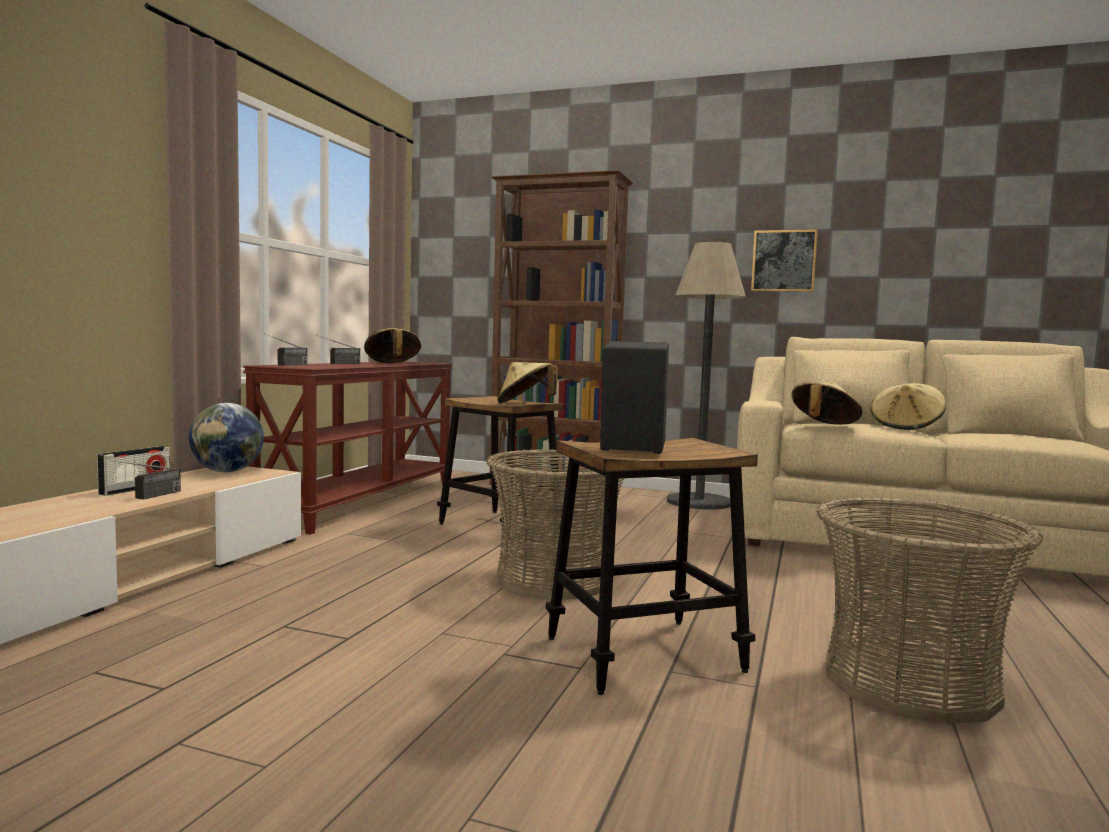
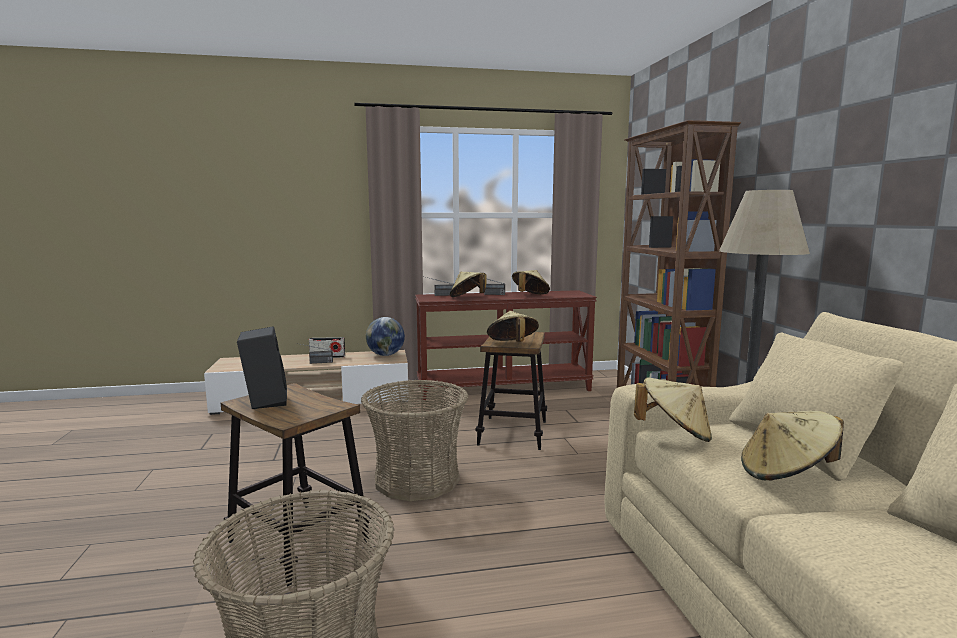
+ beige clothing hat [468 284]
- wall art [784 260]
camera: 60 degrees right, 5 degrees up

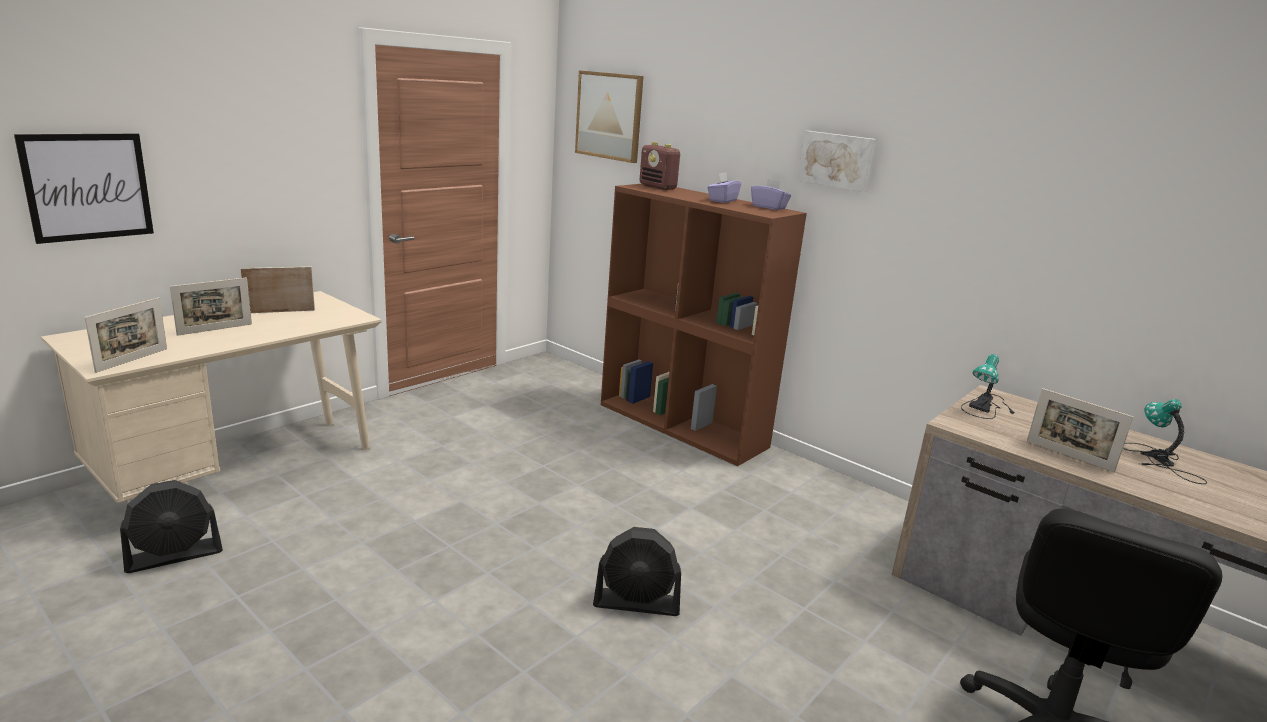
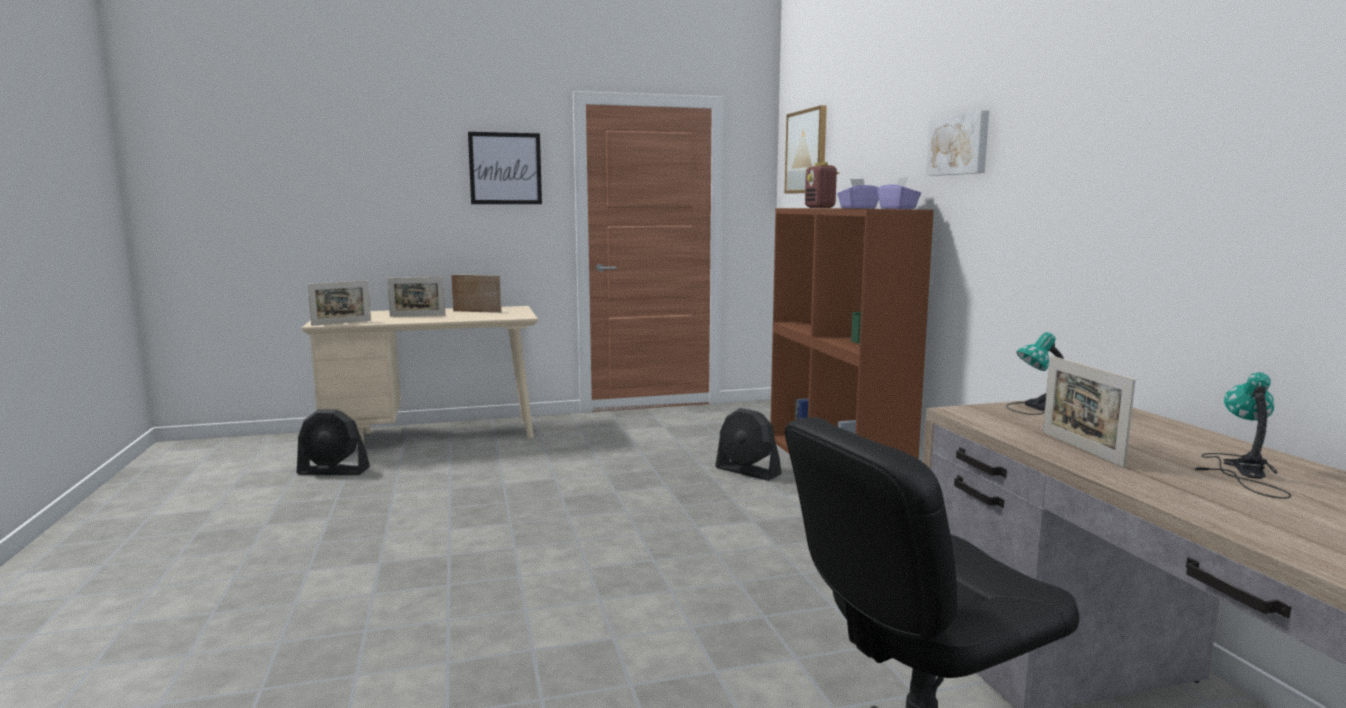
~ wall art [84 189] to [505 168]
~ black electric fan [637 571] to [748 444]
camera: 35 degrees right, 10 degrees down

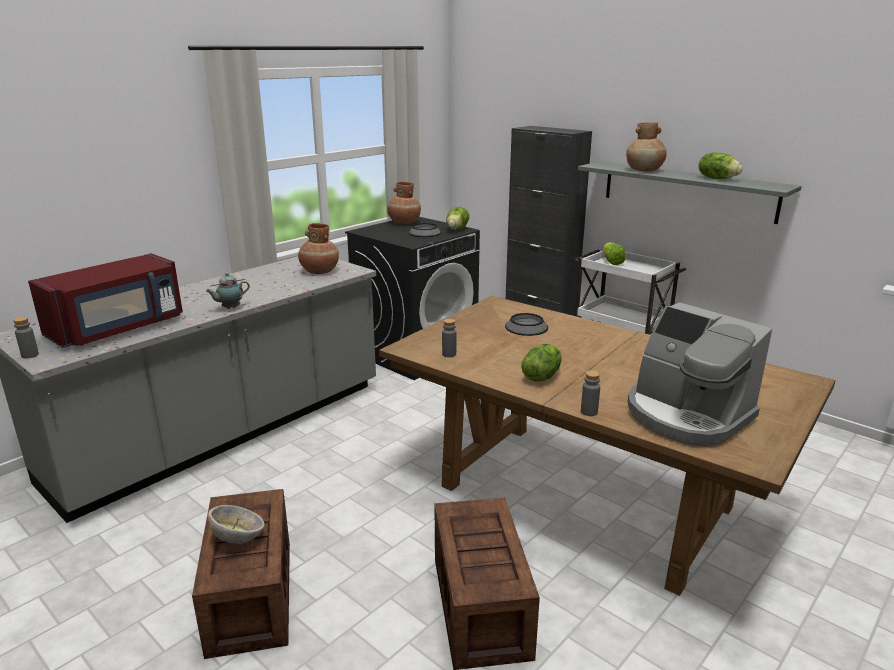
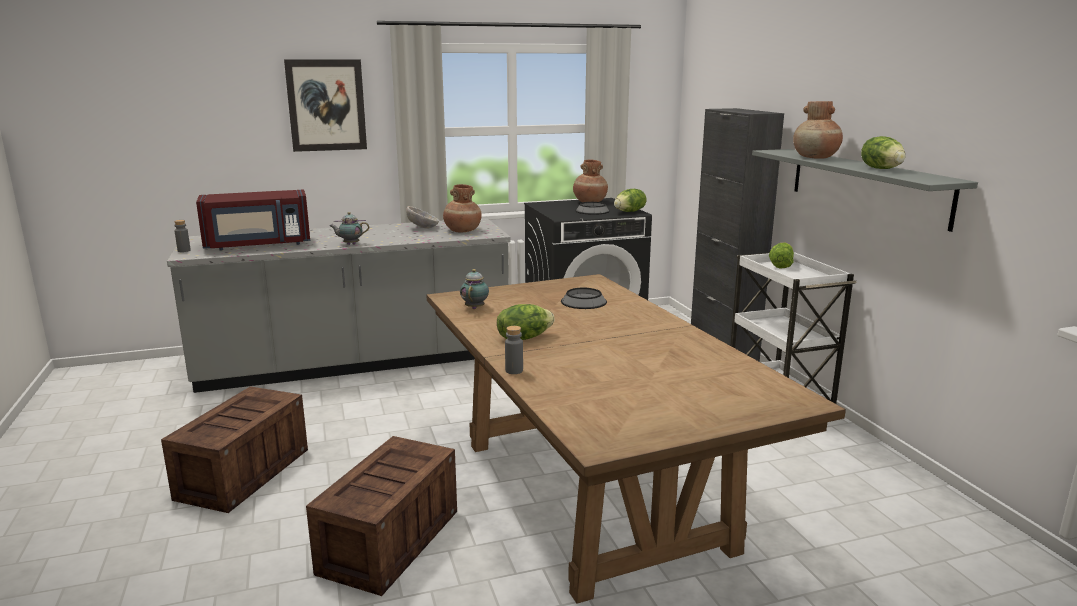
+ wall art [325 105]
~ serving bowl [235 524] to [422 217]
~ greyish bottle [449 338] to tea pot [474 289]
- coffee brewer [700 374]
camera: 30 degrees right, 5 degrees down

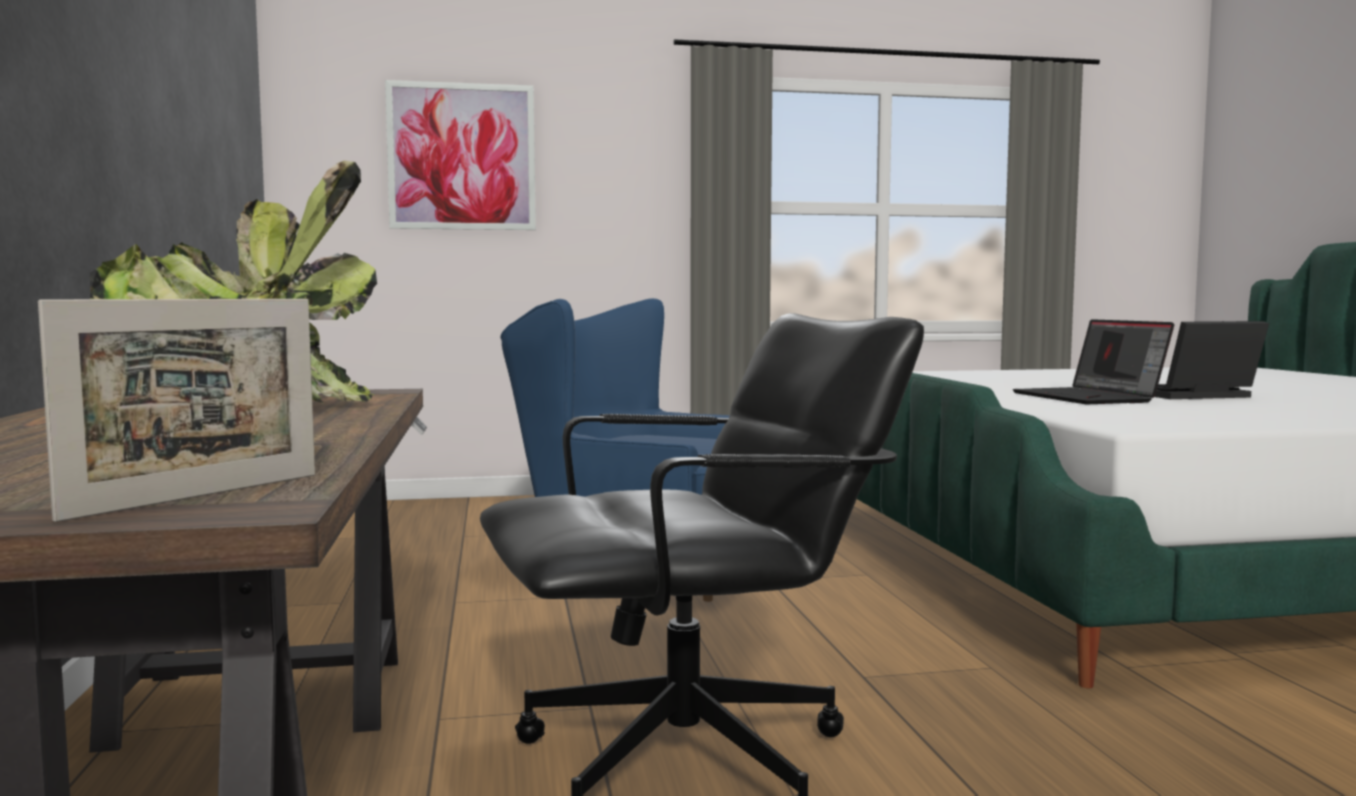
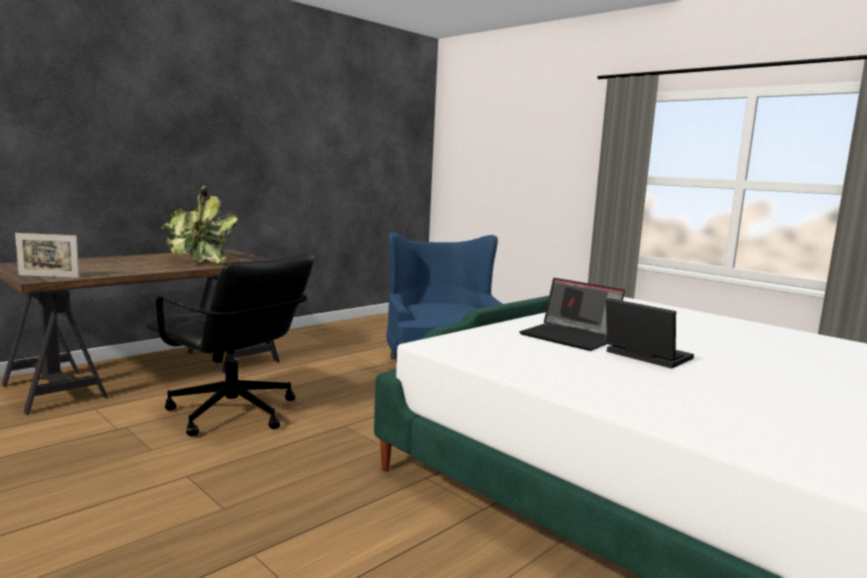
~ portable computer [1093 361] = [572 314] 90 degrees counterclockwise
- wall art [460 155]
camera: 55 degrees right, 5 degrees up

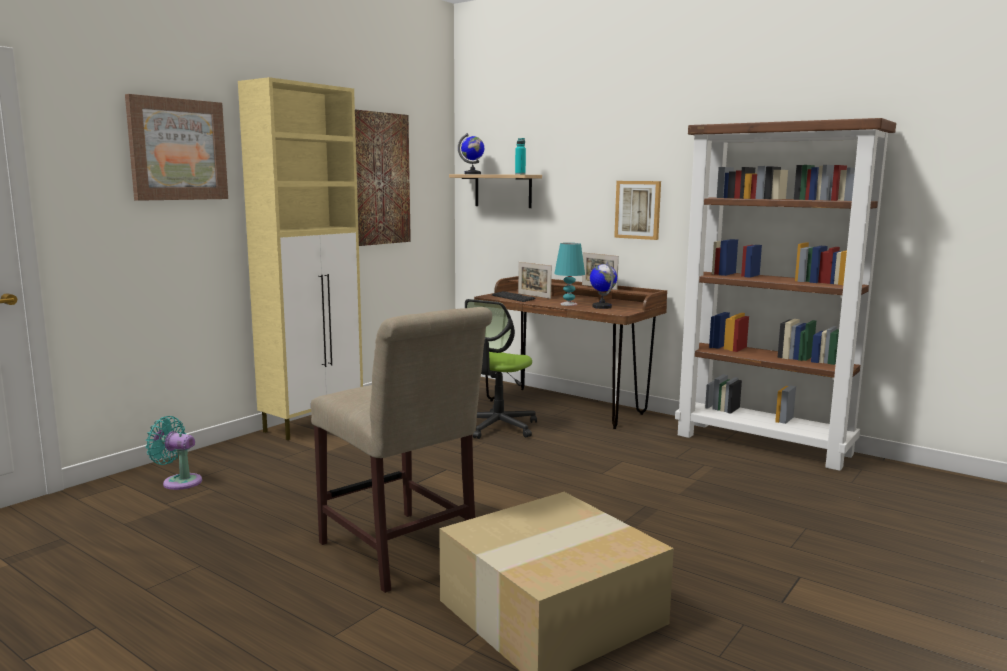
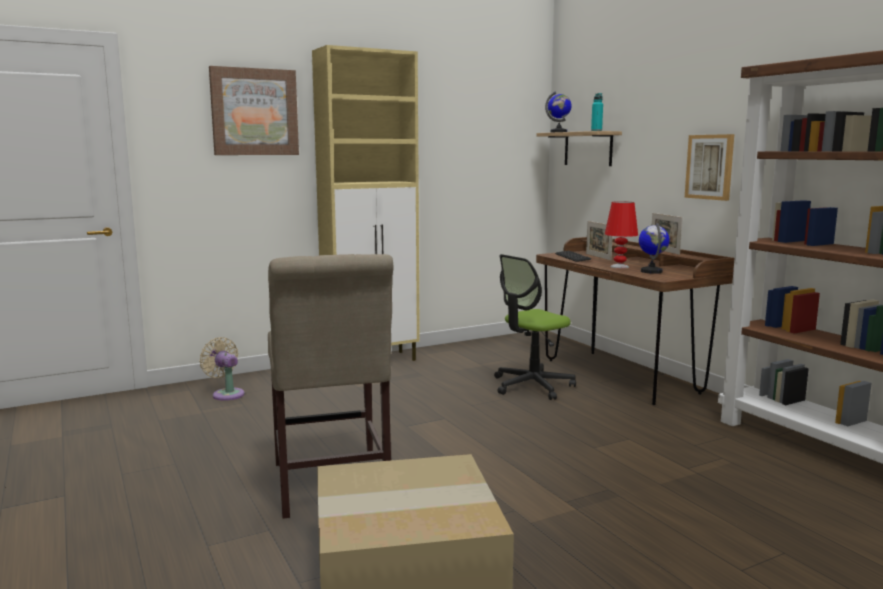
~ turquoise-coloured electric fan [173 453] to beige electric fan [222 369]
~ turquoise-coloured table lamp [569 274] to red table lamp [621 235]
- wall art [383 178]
camera: 25 degrees right, 0 degrees up

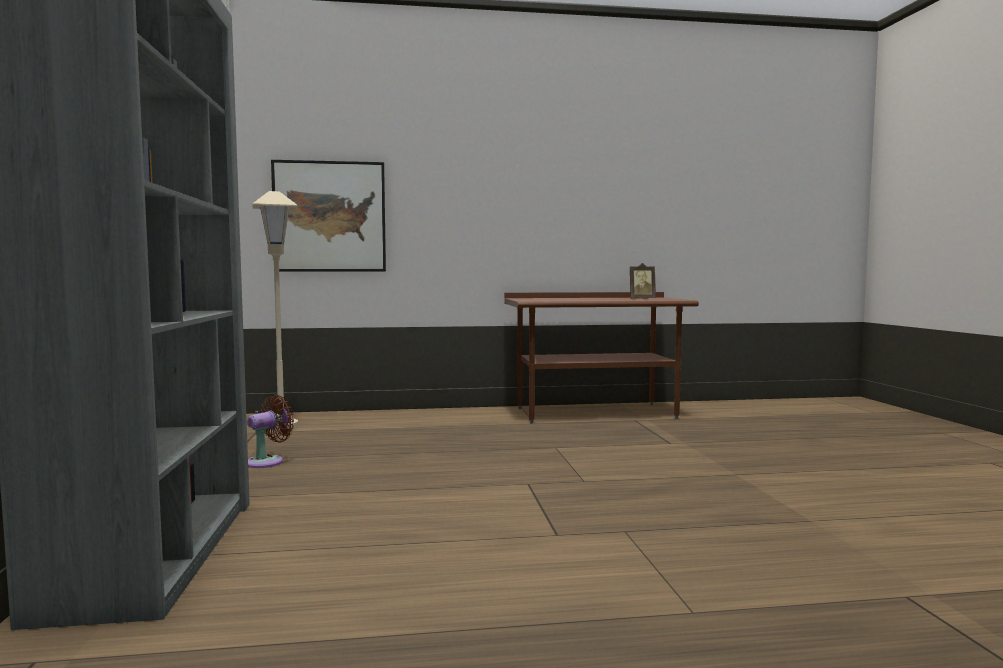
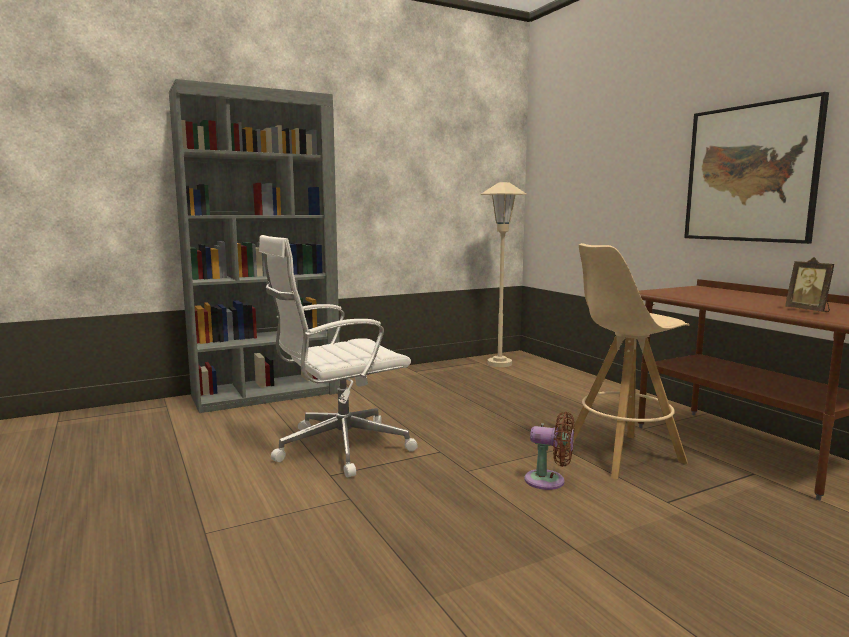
+ whitish computer chair [338 356]
~ brownish electric fan [270 431] to [549 451]
+ beige sitting stool [628 361]
~ wall art [328 215] to [756 168]
camera: 70 degrees right, 5 degrees up

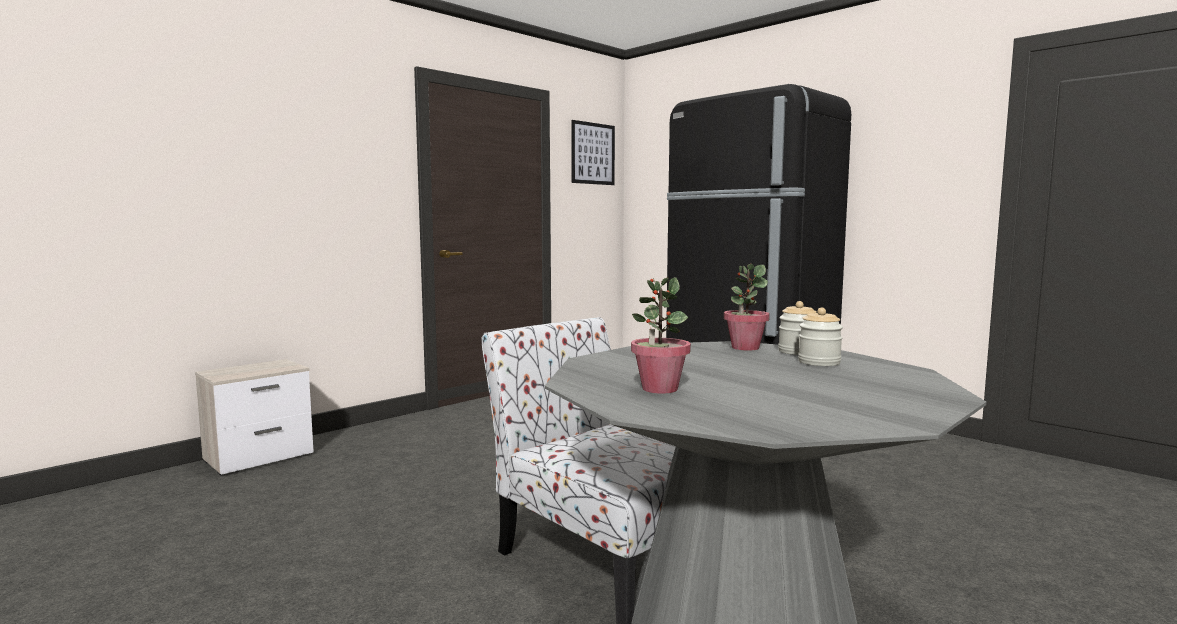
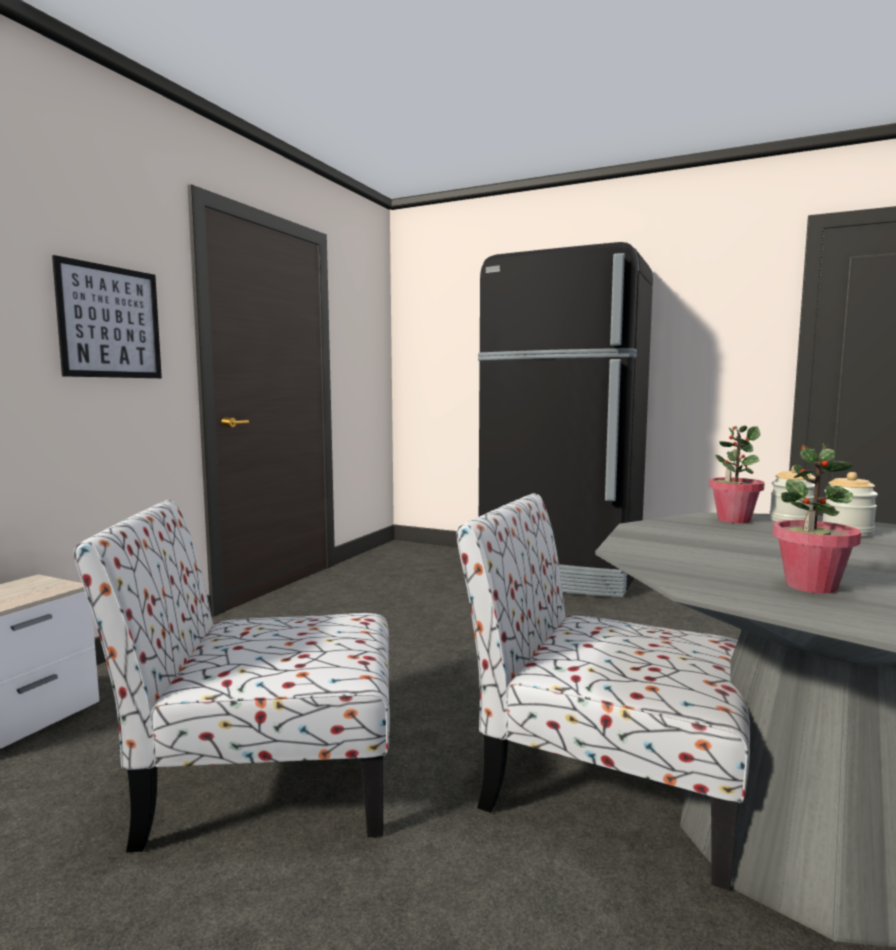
~ wall art [593 152] to [107 316]
+ plain chair [232 676]
camera: 20 degrees left, 0 degrees up

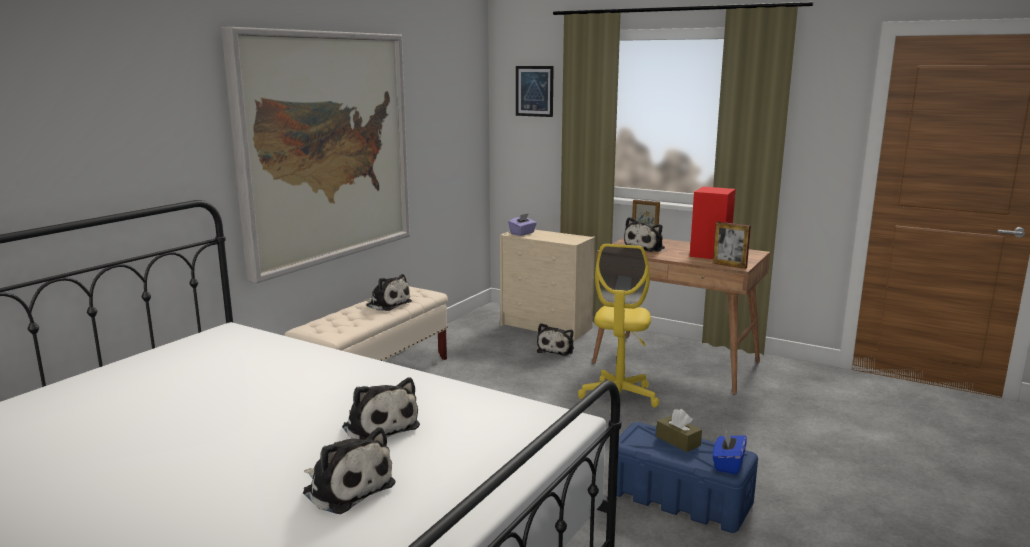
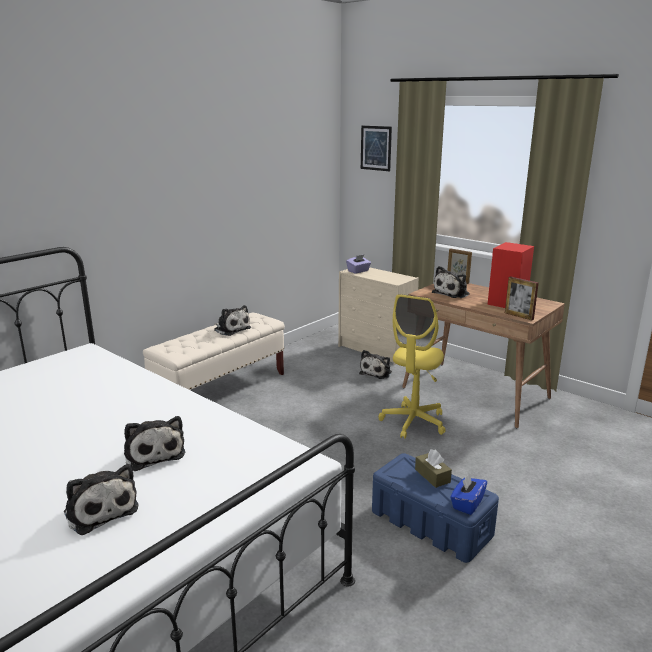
- wall art [315 155]
camera: 10 degrees right, 5 degrees up

